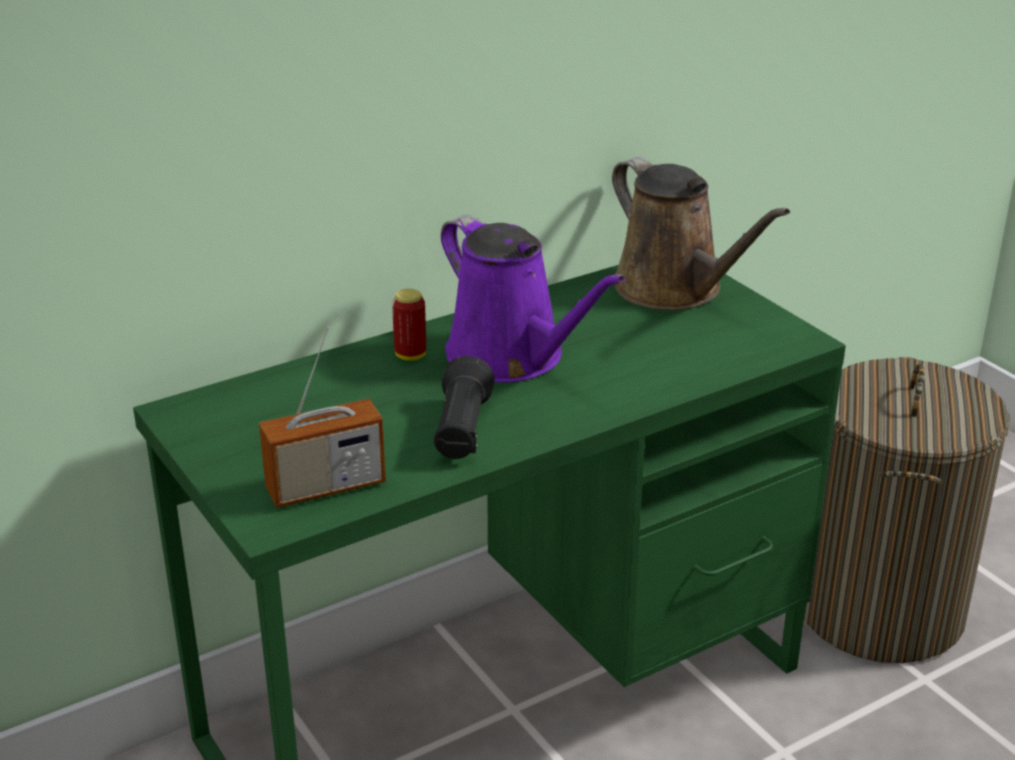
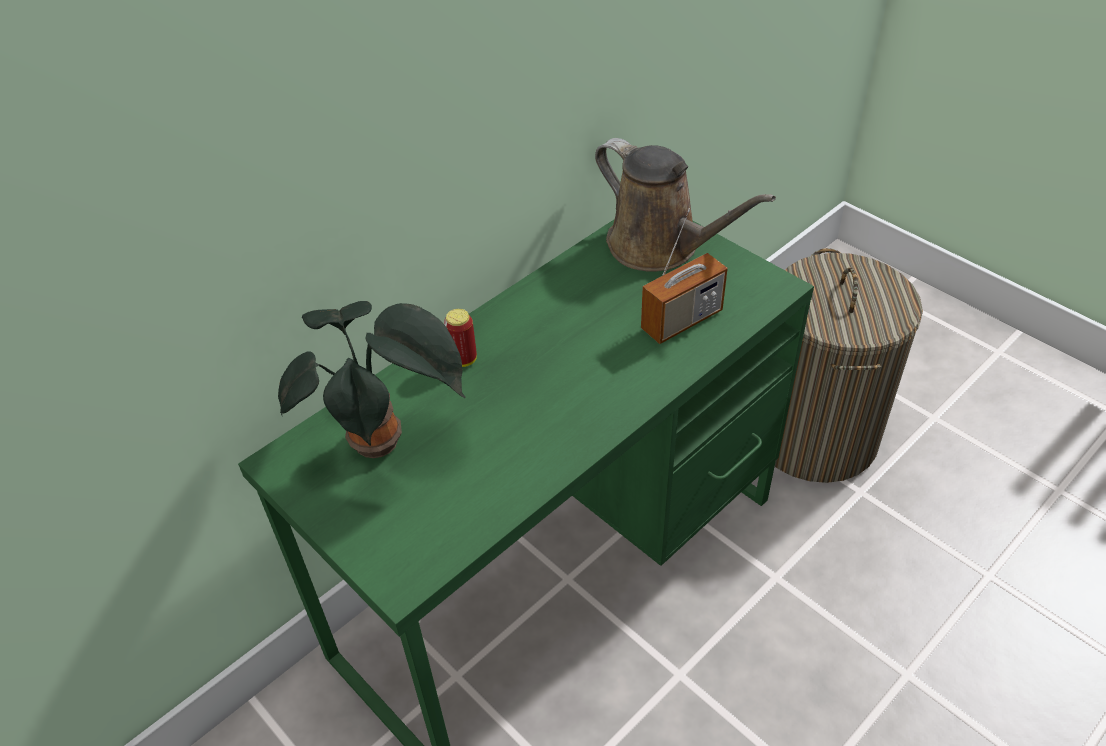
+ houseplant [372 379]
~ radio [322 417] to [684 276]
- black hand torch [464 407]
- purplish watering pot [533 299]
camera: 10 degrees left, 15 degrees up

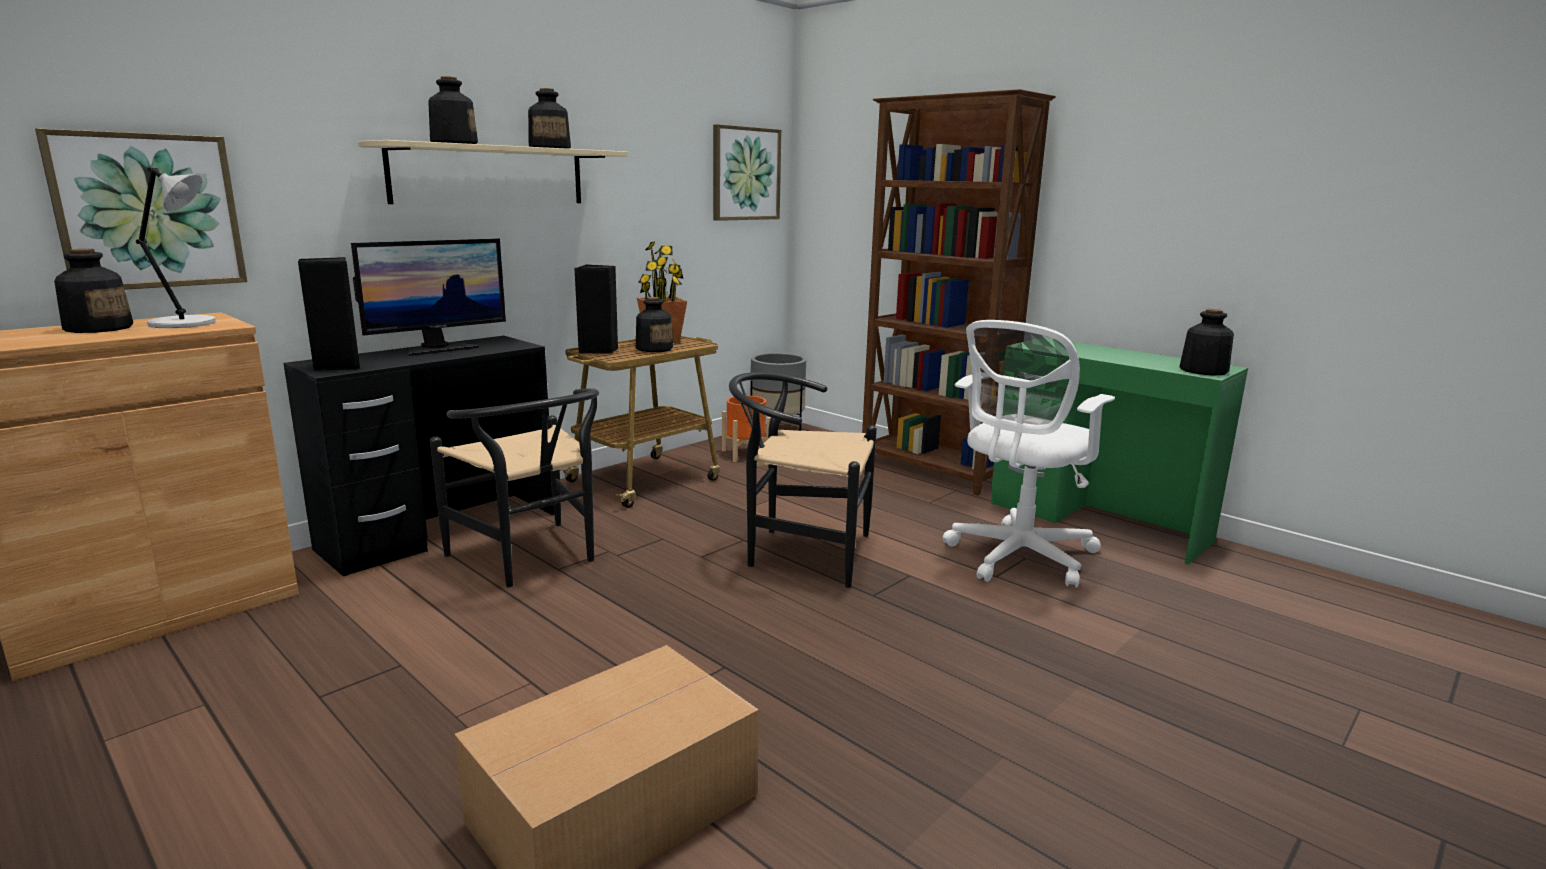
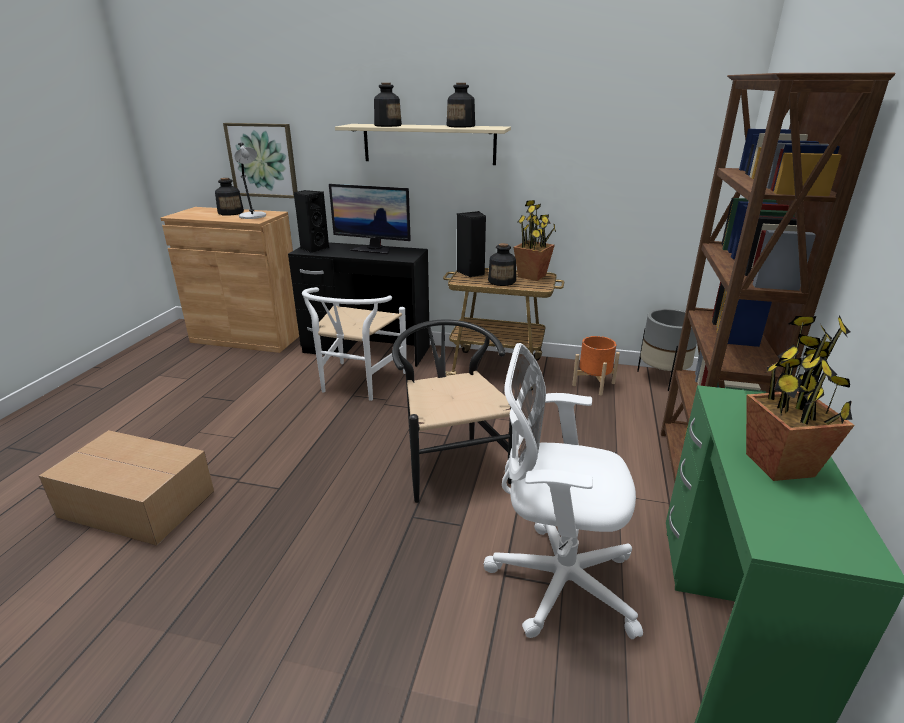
~ black plain chair [514 487] to whitish plain chair [354 344]
+ houseplant [800 398]
- wall art [747 172]
- bottle [1206 342]
camera: 60 degrees right, 10 degrees up

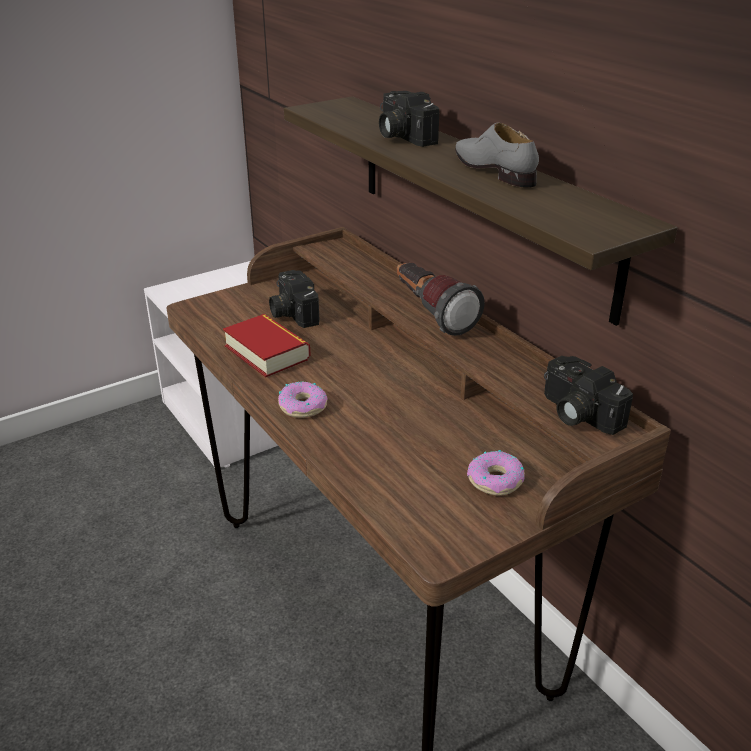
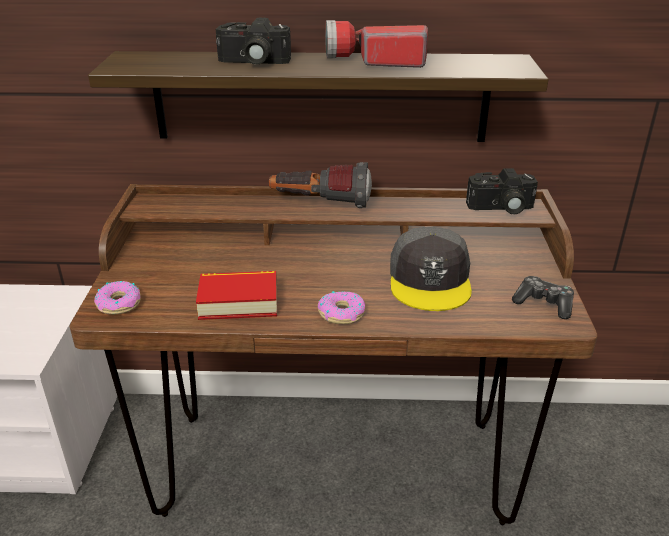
~ ring doughnut [496 473] to [117 298]
~ greyish shoe [497 154] to hand torch [376 44]
+ greyish cap [431 269]
+ gamepad [543 297]
- photo camera [294 299]
camera: 55 degrees left, 0 degrees up

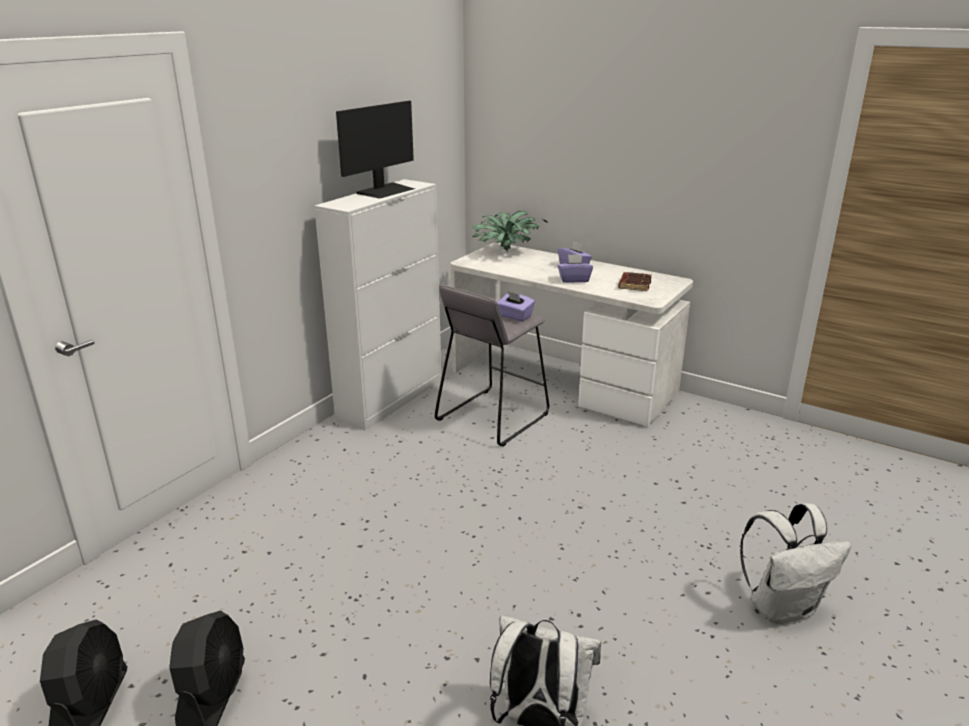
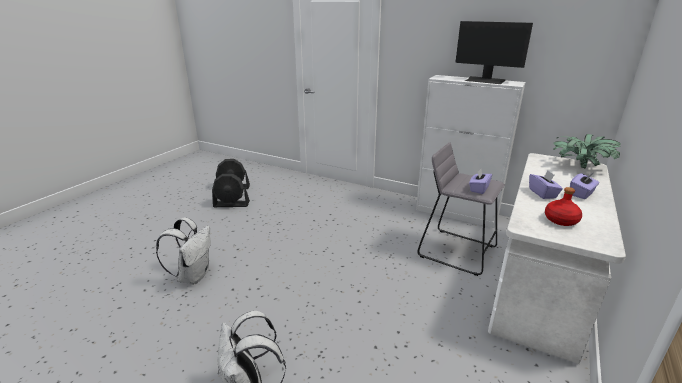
~ brownish book [635 281] to red bottle [563 206]
camera: 85 degrees right, 0 degrees up

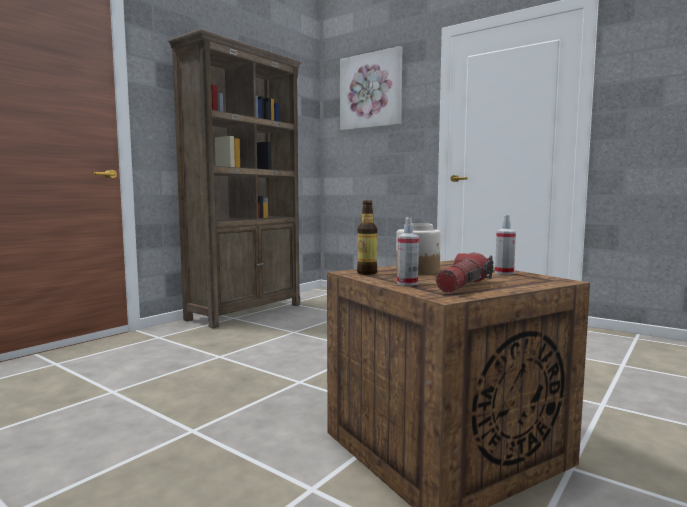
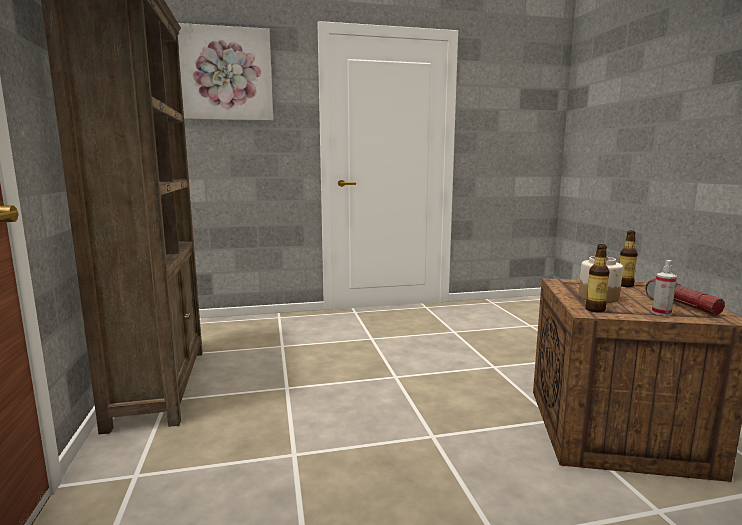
~ sprayer [505 245] to bottle [628 259]
camera: 50 degrees left, 5 degrees up

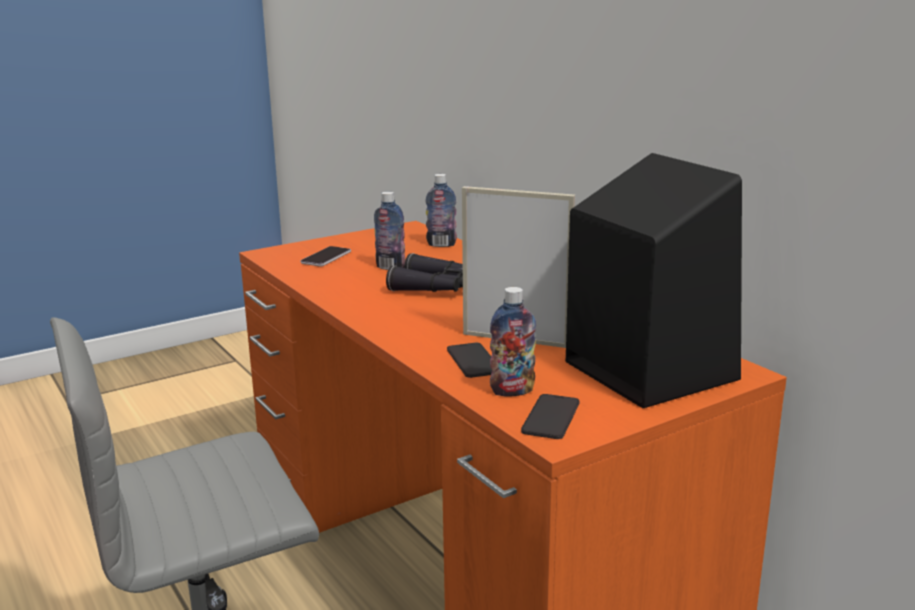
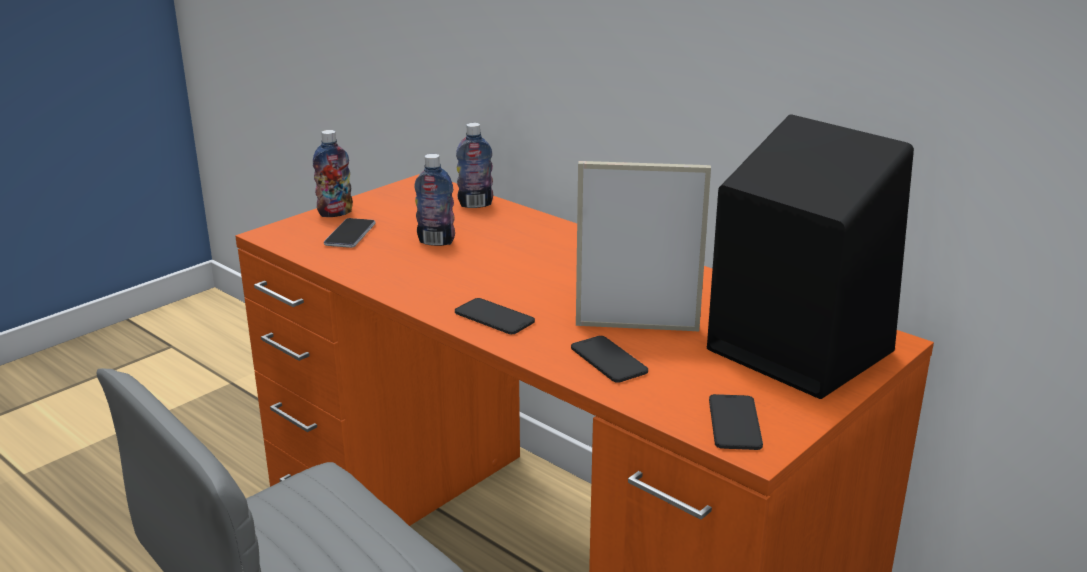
~ bottle [513 342] to [333 173]
+ telephone [495 316]
- black binoculars [424 272]
camera: 15 degrees left, 5 degrees up

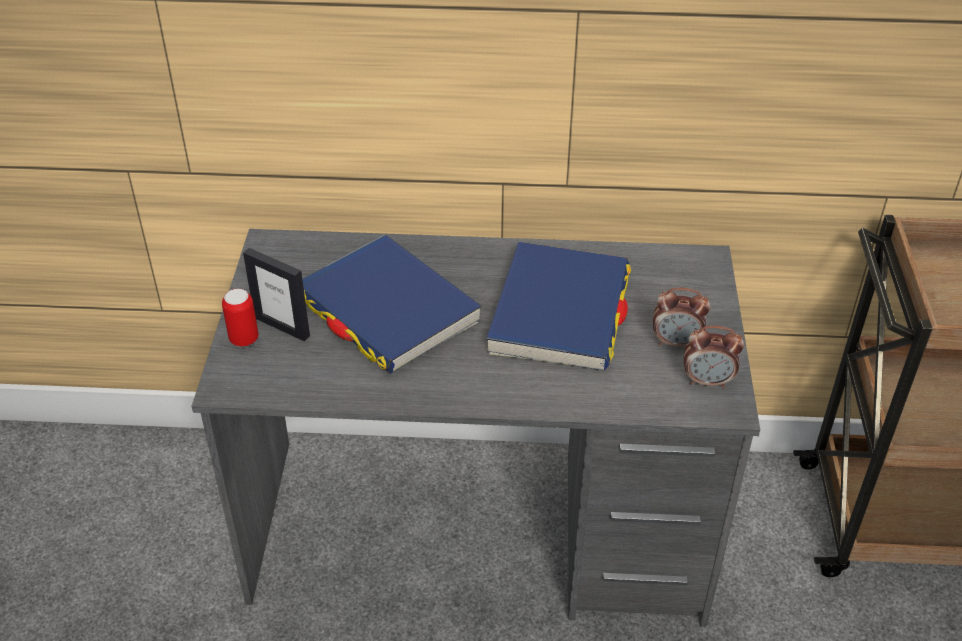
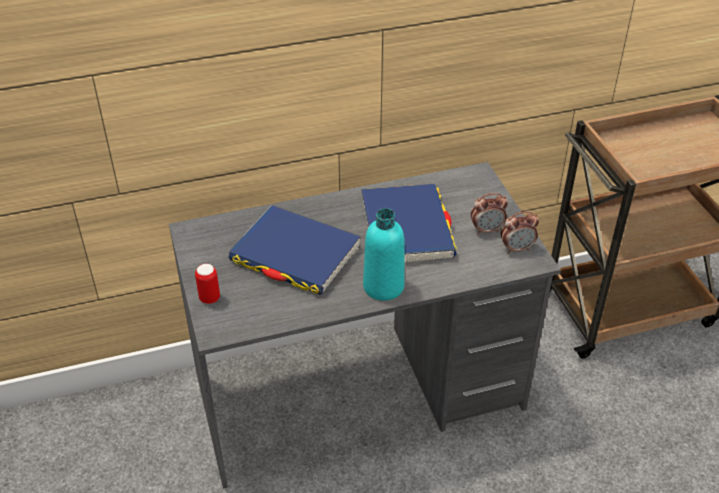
+ turquoise-coloured bottle [384 254]
- standing frame [276 294]
camera: 20 degrees left, 0 degrees up

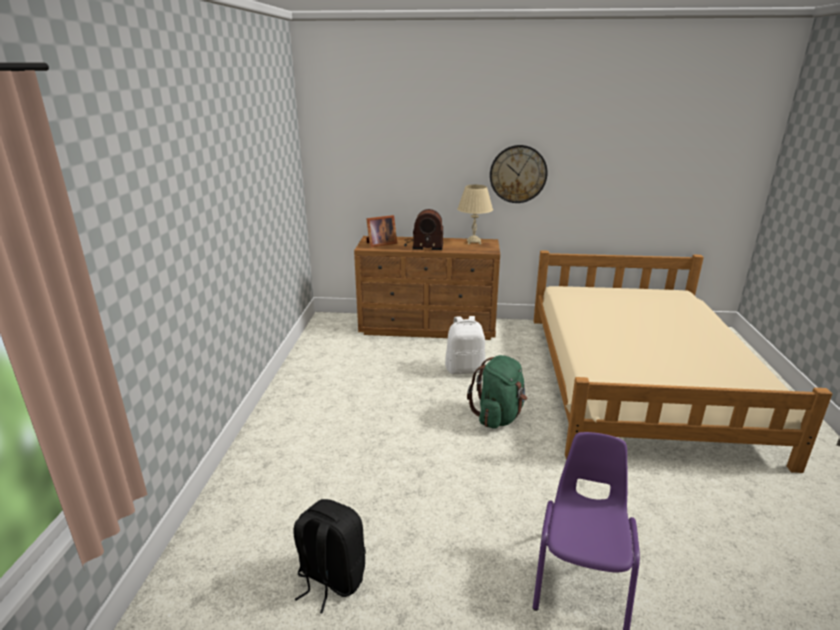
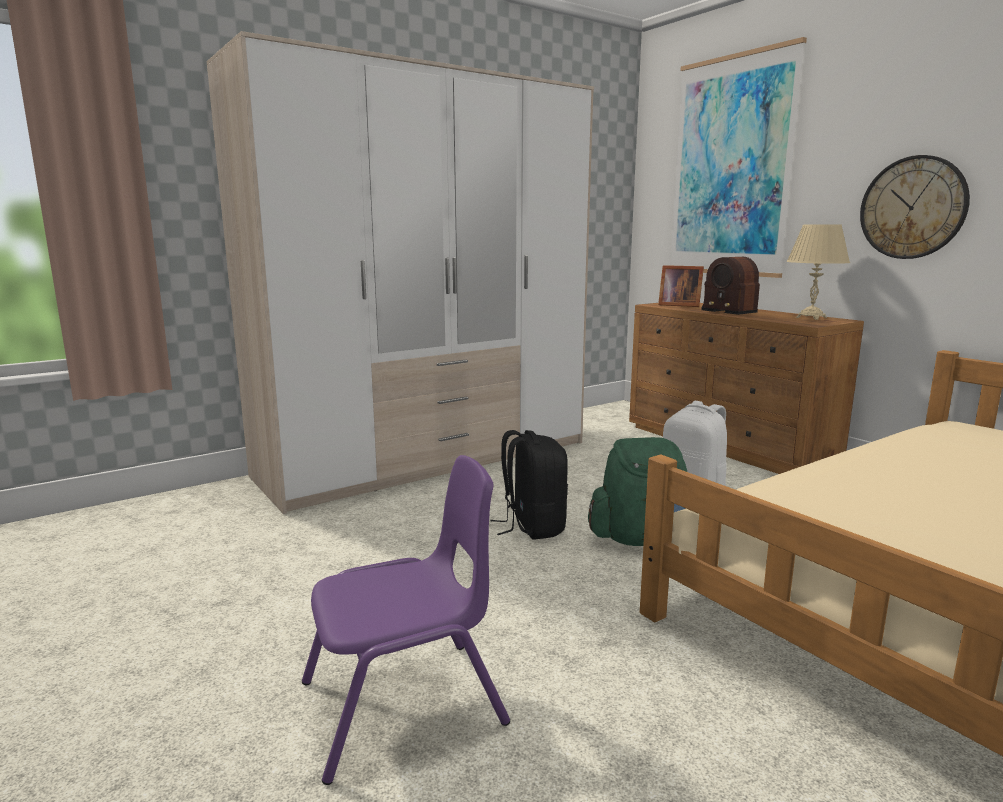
+ clothes cupboard [400 272]
~ black backpack [329 556] to [529 485]
+ wall art [738 157]
camera: 50 degrees right, 10 degrees down

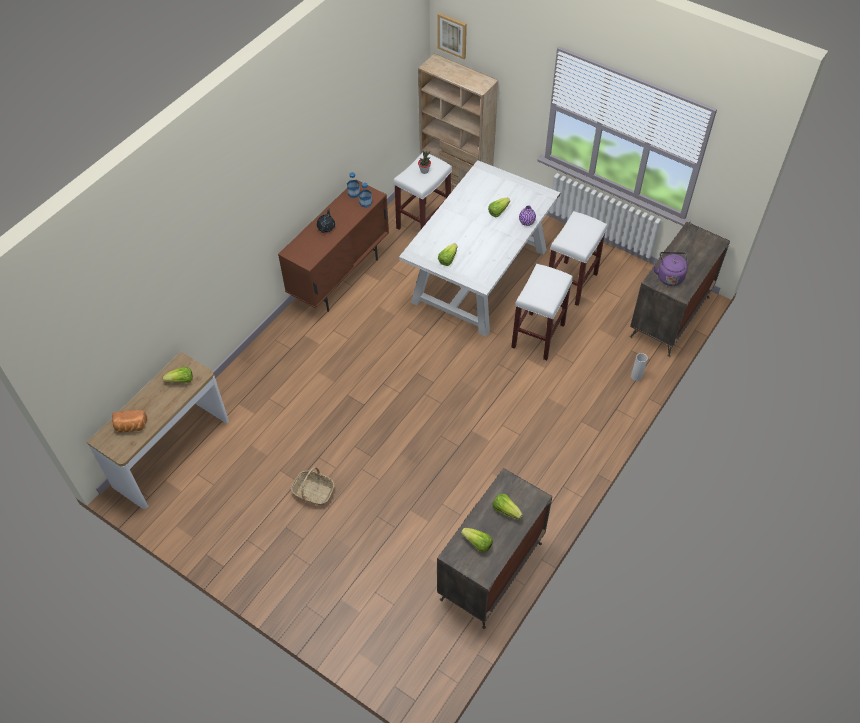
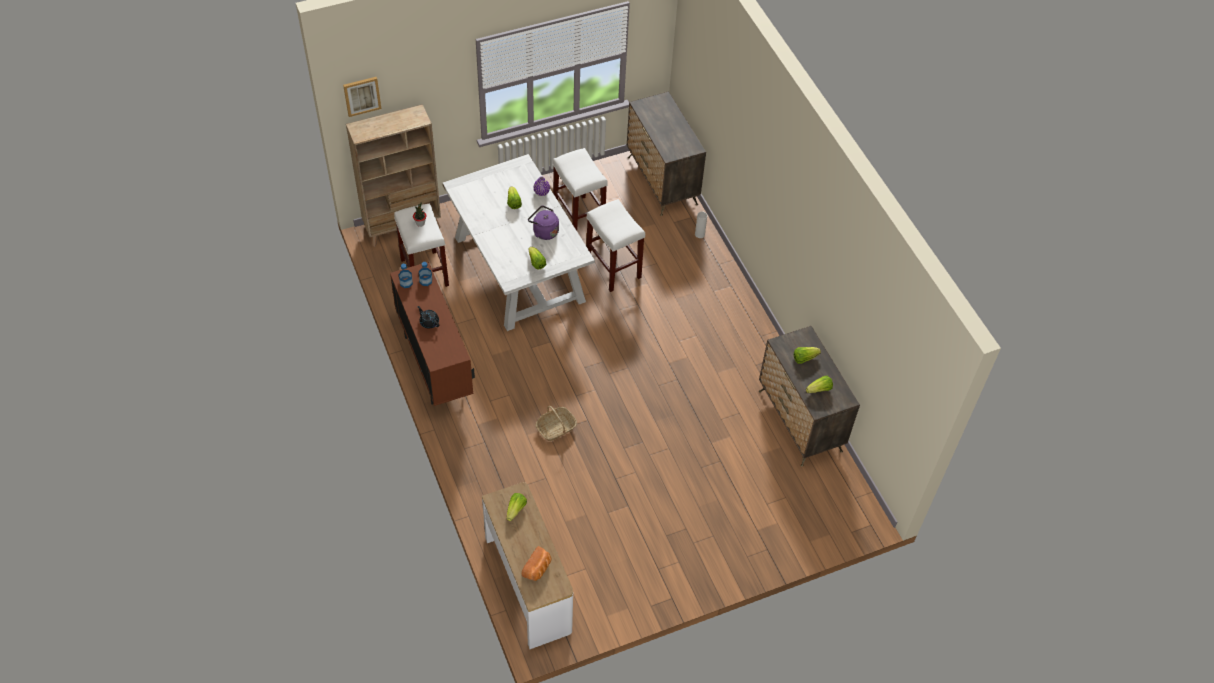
~ purplish kettle [671 269] to [543 223]
~ household basket [312 486] to [556 423]
camera: 60 degrees left, 0 degrees up

